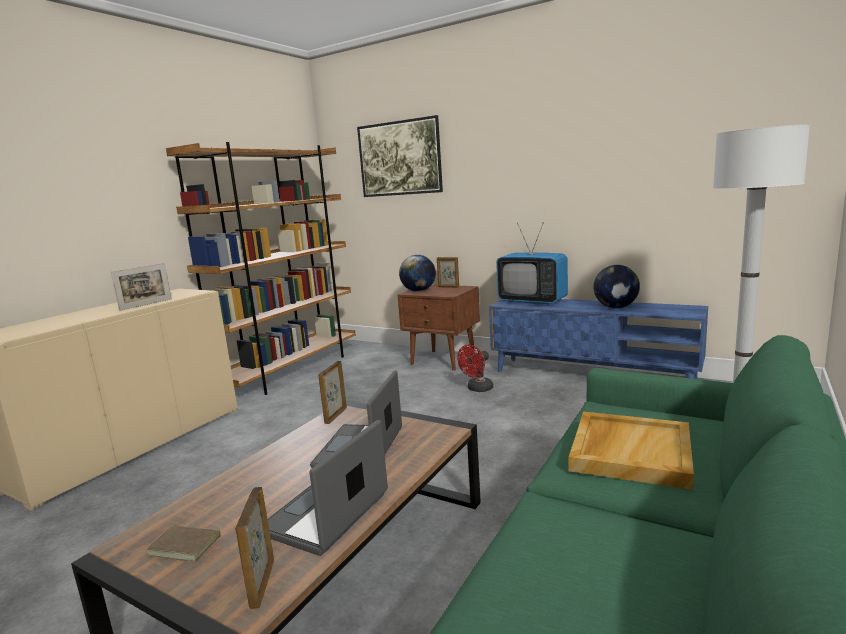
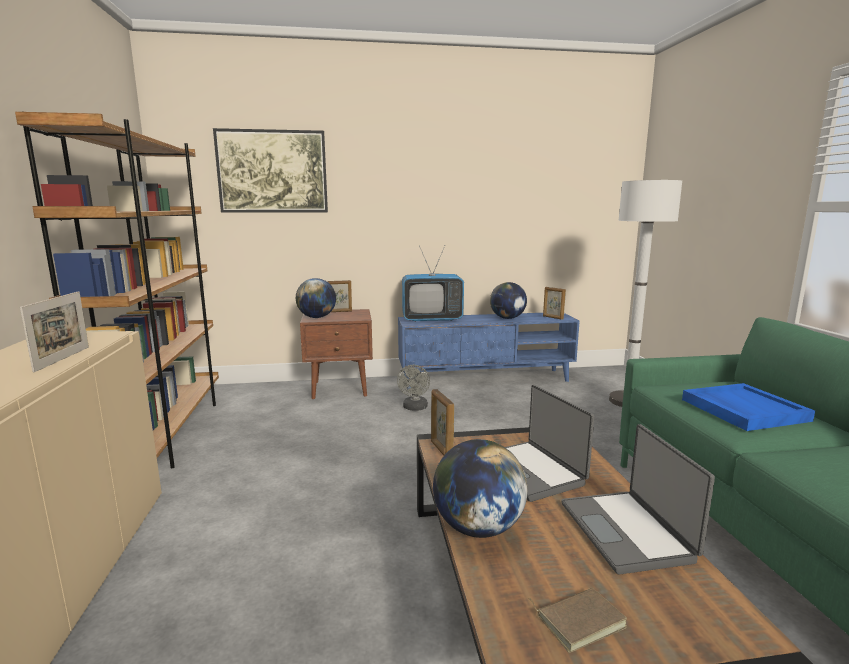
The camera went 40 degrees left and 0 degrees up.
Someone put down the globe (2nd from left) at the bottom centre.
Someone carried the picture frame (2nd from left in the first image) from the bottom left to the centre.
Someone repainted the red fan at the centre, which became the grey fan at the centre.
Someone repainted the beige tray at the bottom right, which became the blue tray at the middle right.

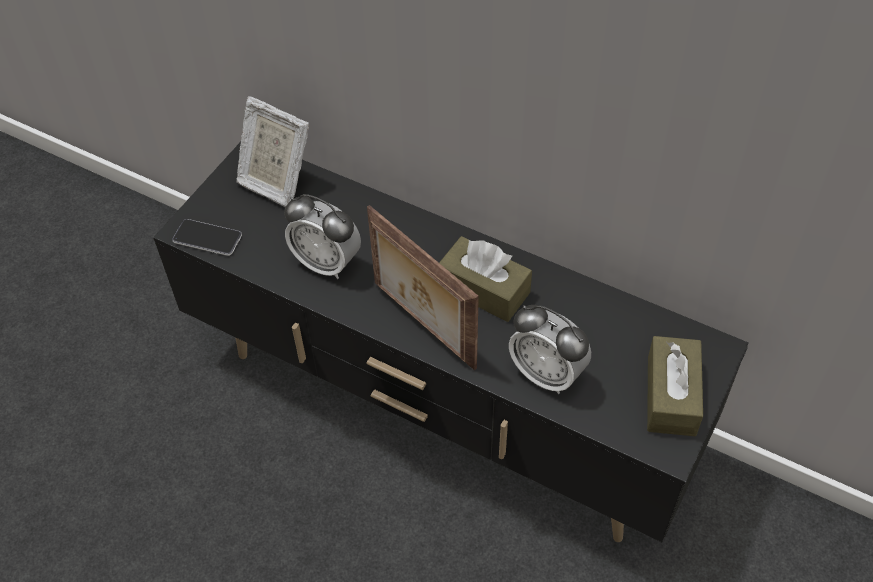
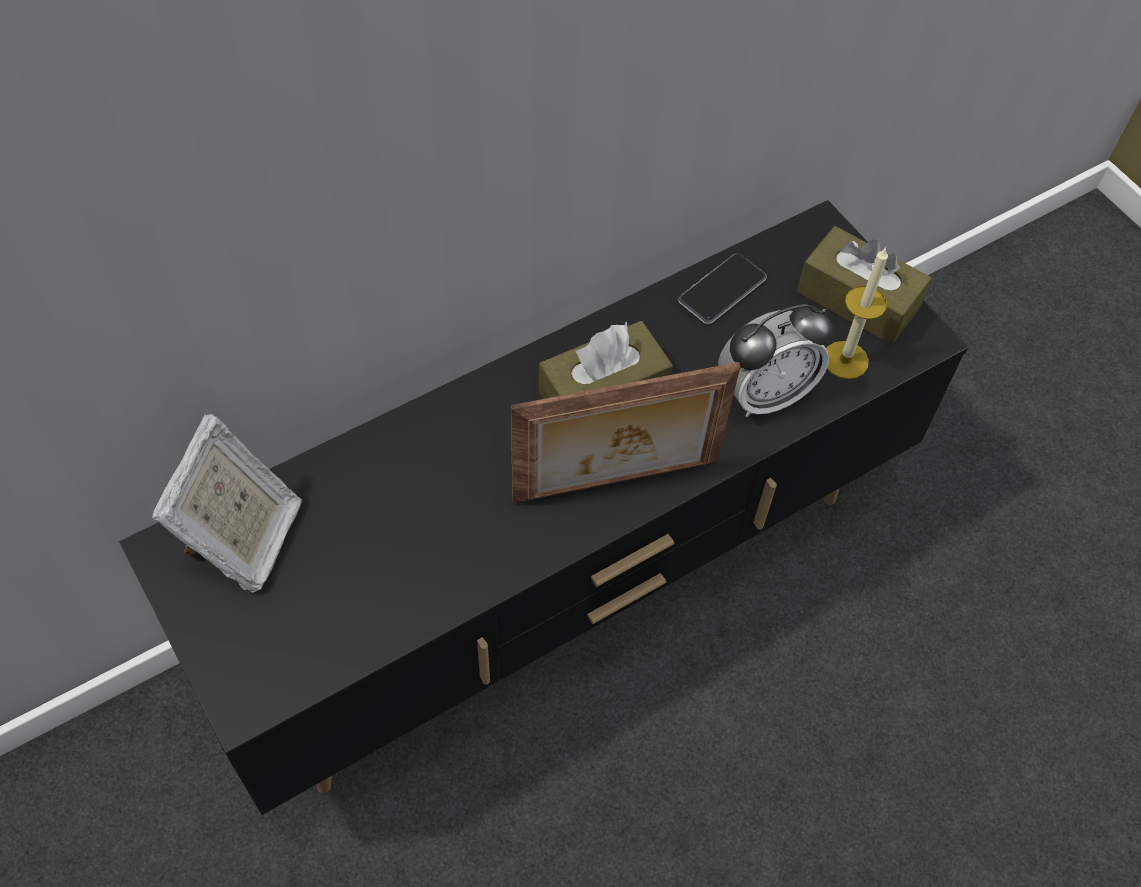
The camera went 65 degrees left and 5 degrees up.
Someone took away the alarm clock (1st from left) at the centre.
Someone put down the candle at the middle right.
Someone carried the phone from the middle left to the top centre.
Someone rotated the picture frame (1st from left) at the top left by 45 degrees counterclockwise.

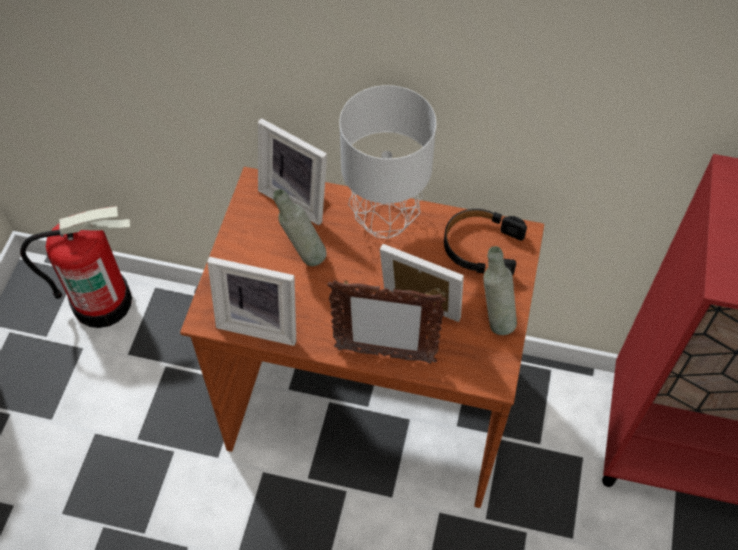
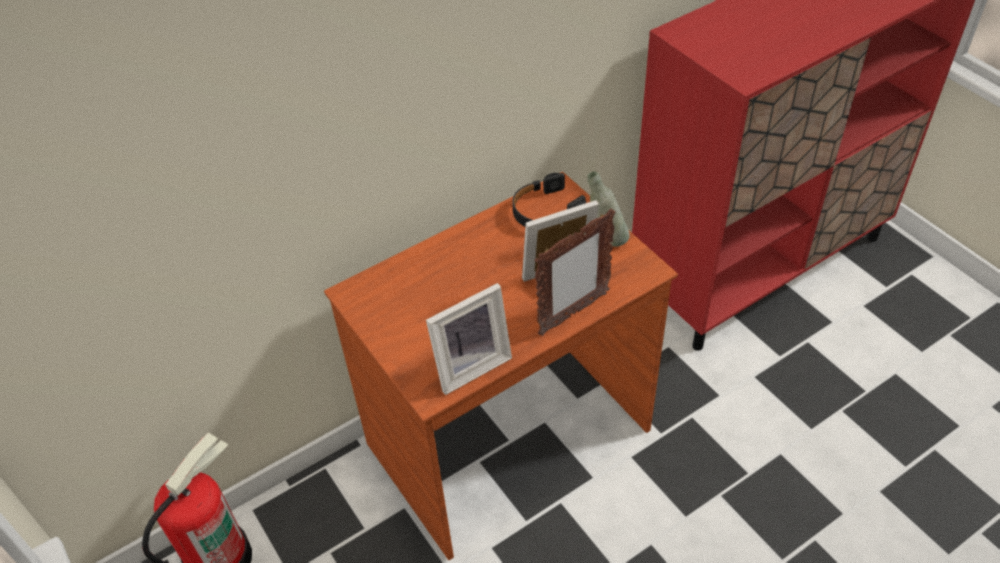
The camera went 45 degrees left and 10 degrees down.
Someone took away the picture frame (2nd from left) at the top centre.
Someone took away the grey bottle (1st from left) at the centre.
Someone took away the grey table lamp at the top centre.

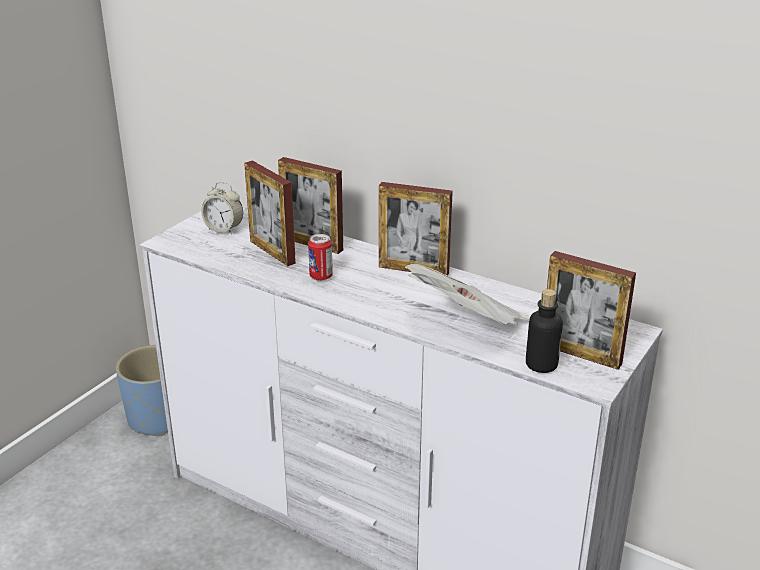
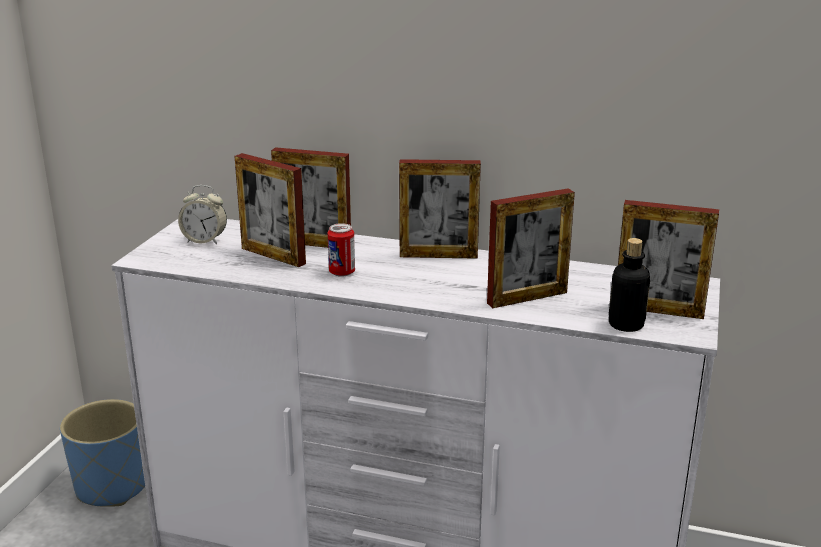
The camera went 15 degrees left and 5 degrees down.
Someone swapped the newspaper at the centre for the picture frame (4th from left) at the centre.

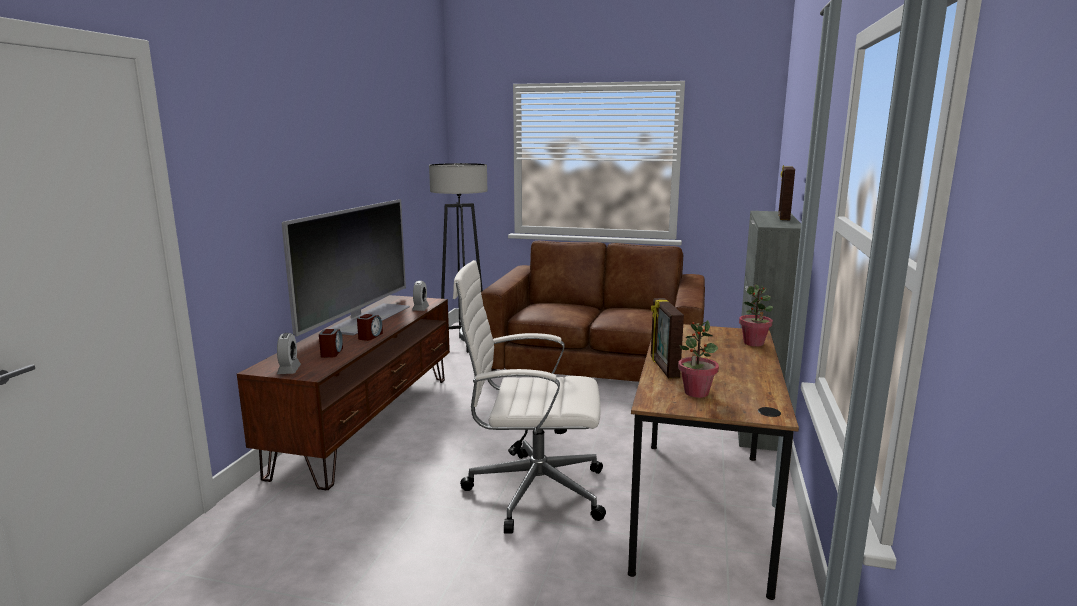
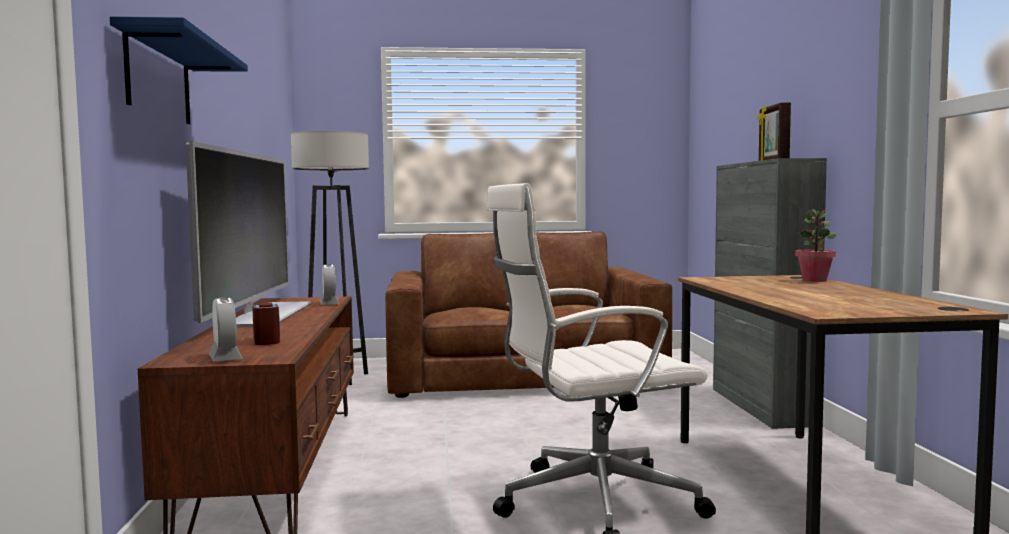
The camera went 20 degrees left and 10 degrees down.
Someone took away the alarm clock (3rd from left) at the centre.
Someone took away the picture frame (1st from left) at the centre.
Someone took away the potted plant (1st from left) at the centre.
Someone put up the blue shelf at the top left.

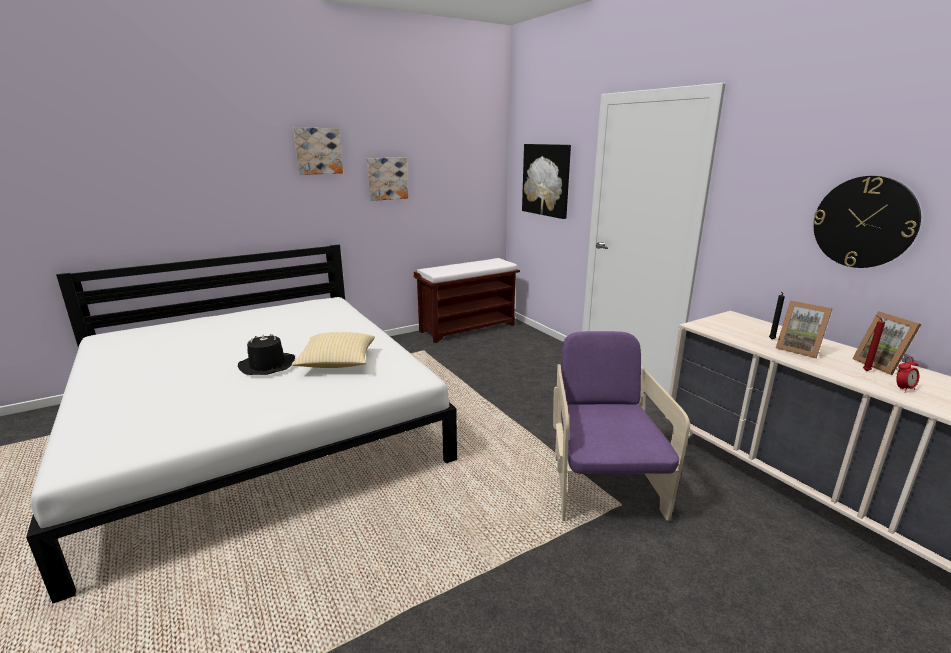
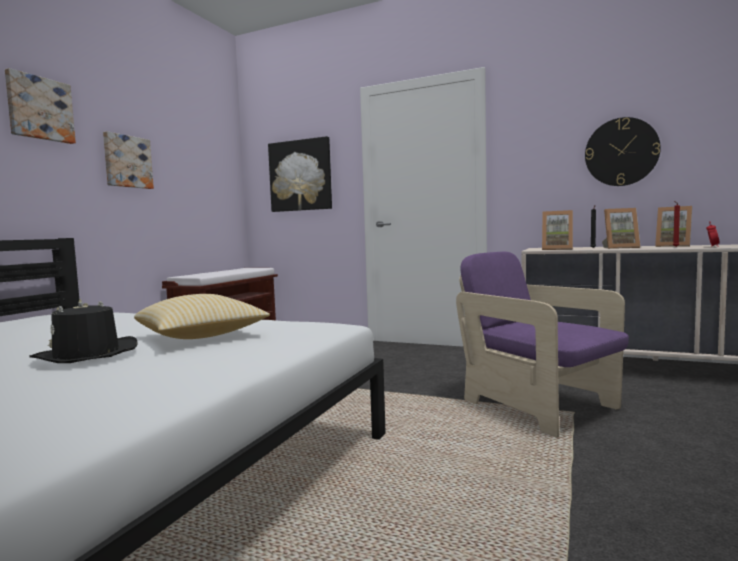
The camera went 35 degrees left and 15 degrees down.
Someone put down the picture frame (1st from left) at the middle right.

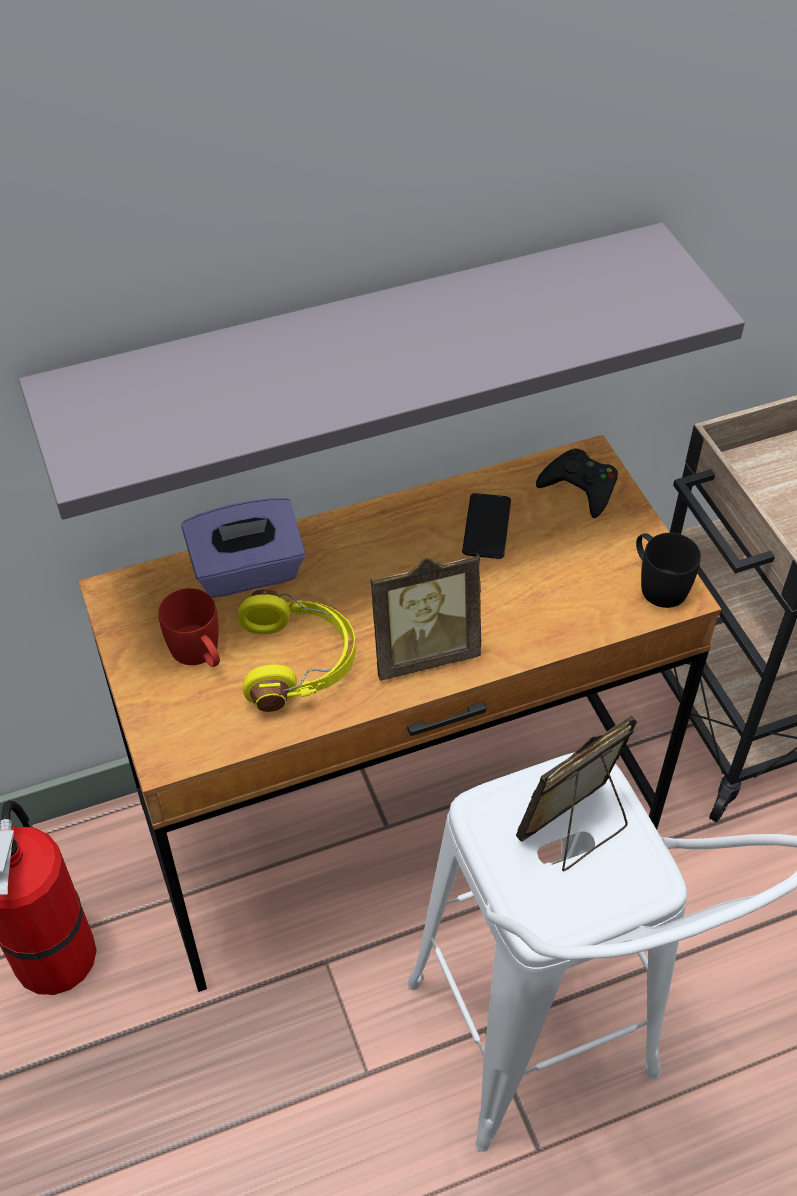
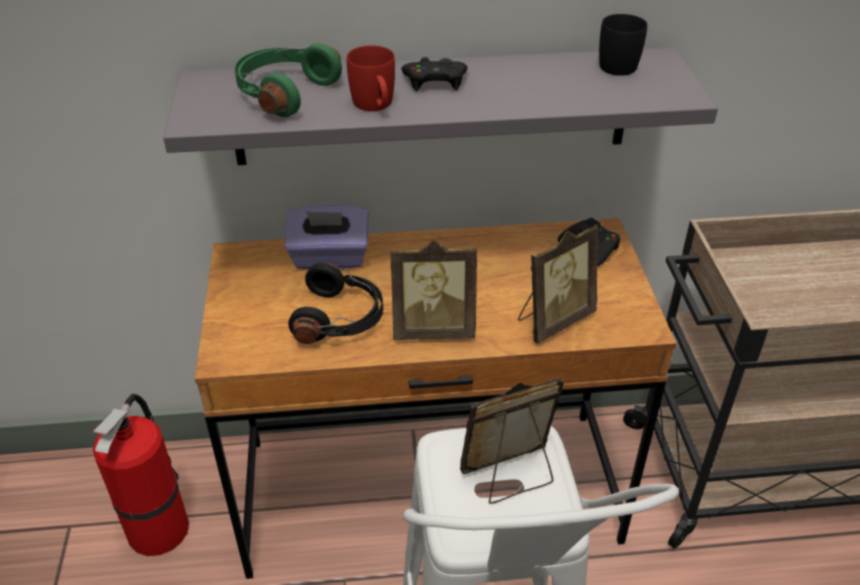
The camera went 15 degrees right and 10 degrees down.
Someone took away the phone at the centre.
Someone put down the green headphones at the top centre.
Someone put down the black game controller (1st from left) at the top centre.
Someone put down the picture frame (3rd from left) at the centre.
Someone carried the red mug from the middle left to the top centre.
Someone carried the black mug from the middle right to the top right.
Someone repainted the yellow headphones at the centre, which became the black headphones at the centre.

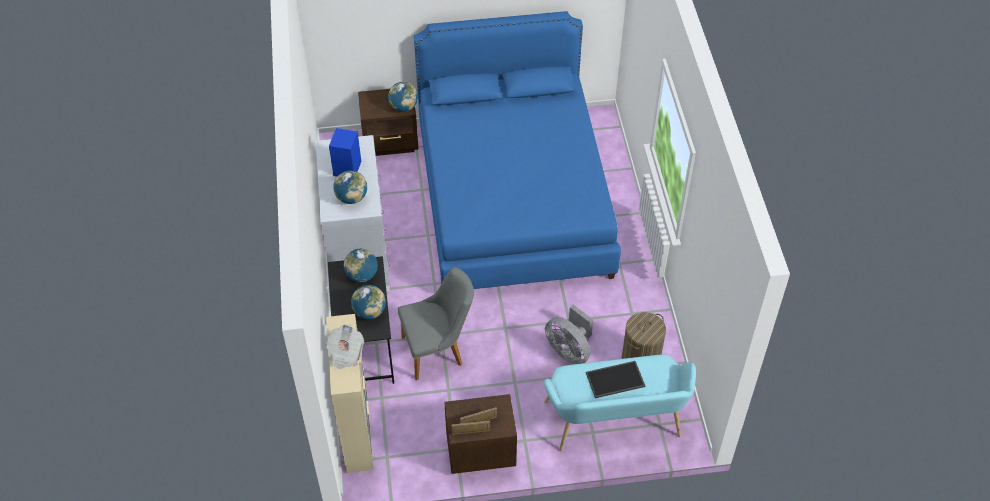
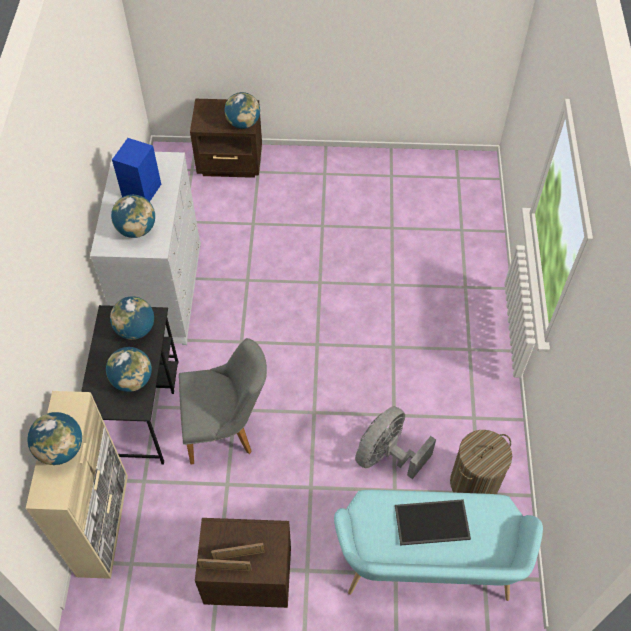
The camera went 10 degrees right and 5 degrees up.
Someone took away the blue bed at the top centre.
Someone swapped the newspaper at the bottom centre for the globe (1st from left) at the bottom left.
Someone rotated the grey fan at the bottom centre by 75 degrees clockwise.

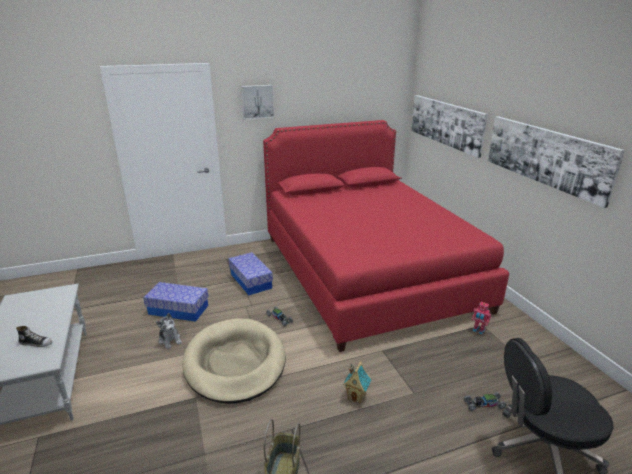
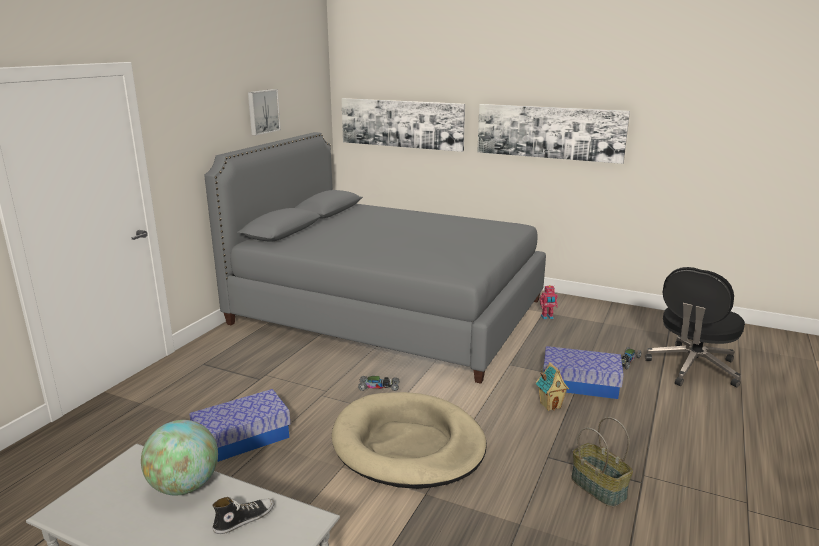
The camera went 45 degrees left and 5 degrees down.
Someone took away the plush toy at the bottom left.
Someone put down the globe at the bottom left.
Someone carried the storage box (2nd from left) from the centre to the bottom right.
Someone carried the picture (1st from left) from the top centre to the top left.
Someone repainted the red bed at the centre, which became the grey bed at the centre.

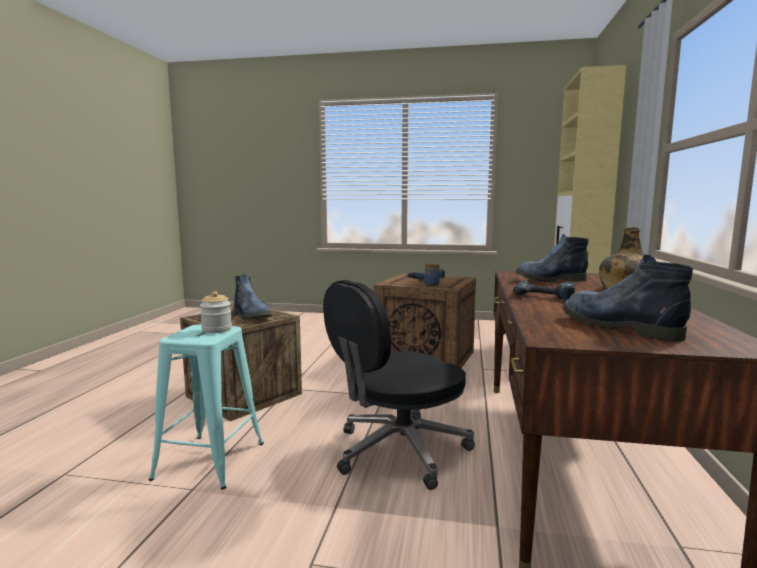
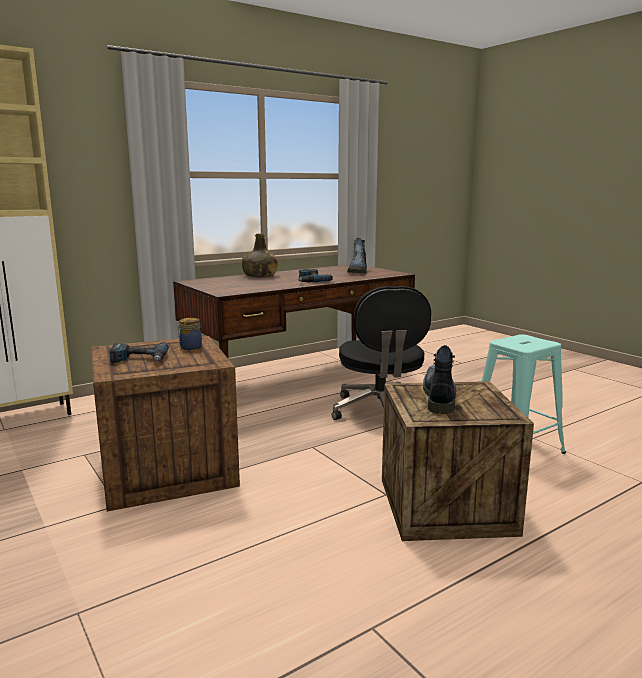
The camera went 135 degrees left and 5 degrees up.
Someone took away the jar (1st from left) at the middle left.
Someone took away the boot (2nd from left) at the middle right.
Someone rotated the black office chair at the bottom centre by 75 degrees clockwise.

